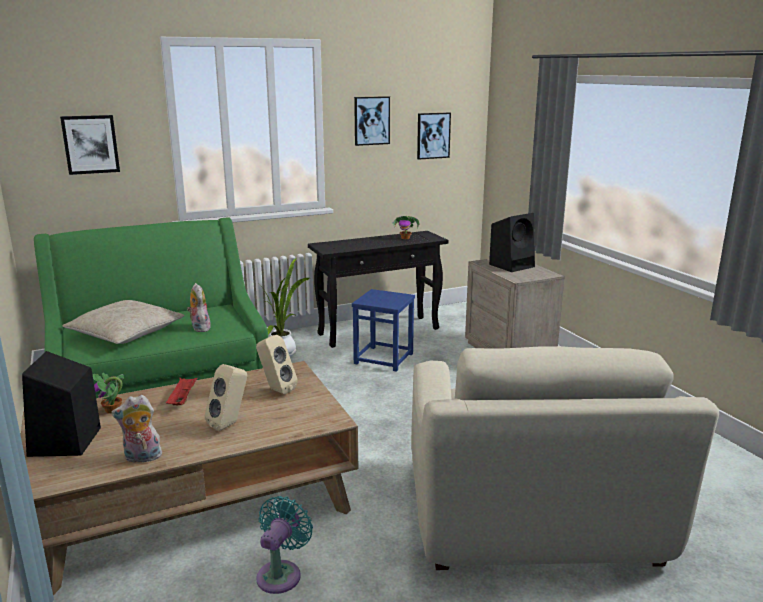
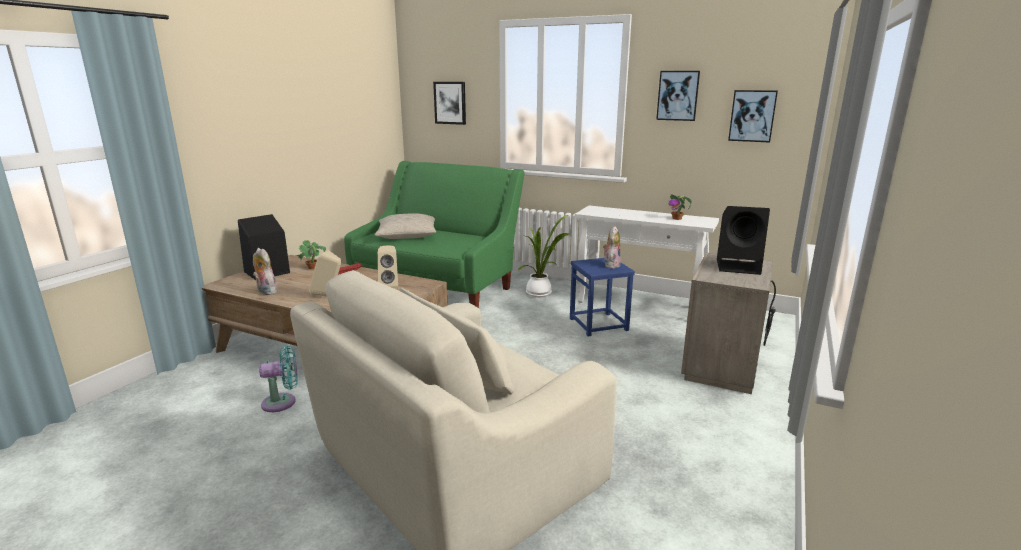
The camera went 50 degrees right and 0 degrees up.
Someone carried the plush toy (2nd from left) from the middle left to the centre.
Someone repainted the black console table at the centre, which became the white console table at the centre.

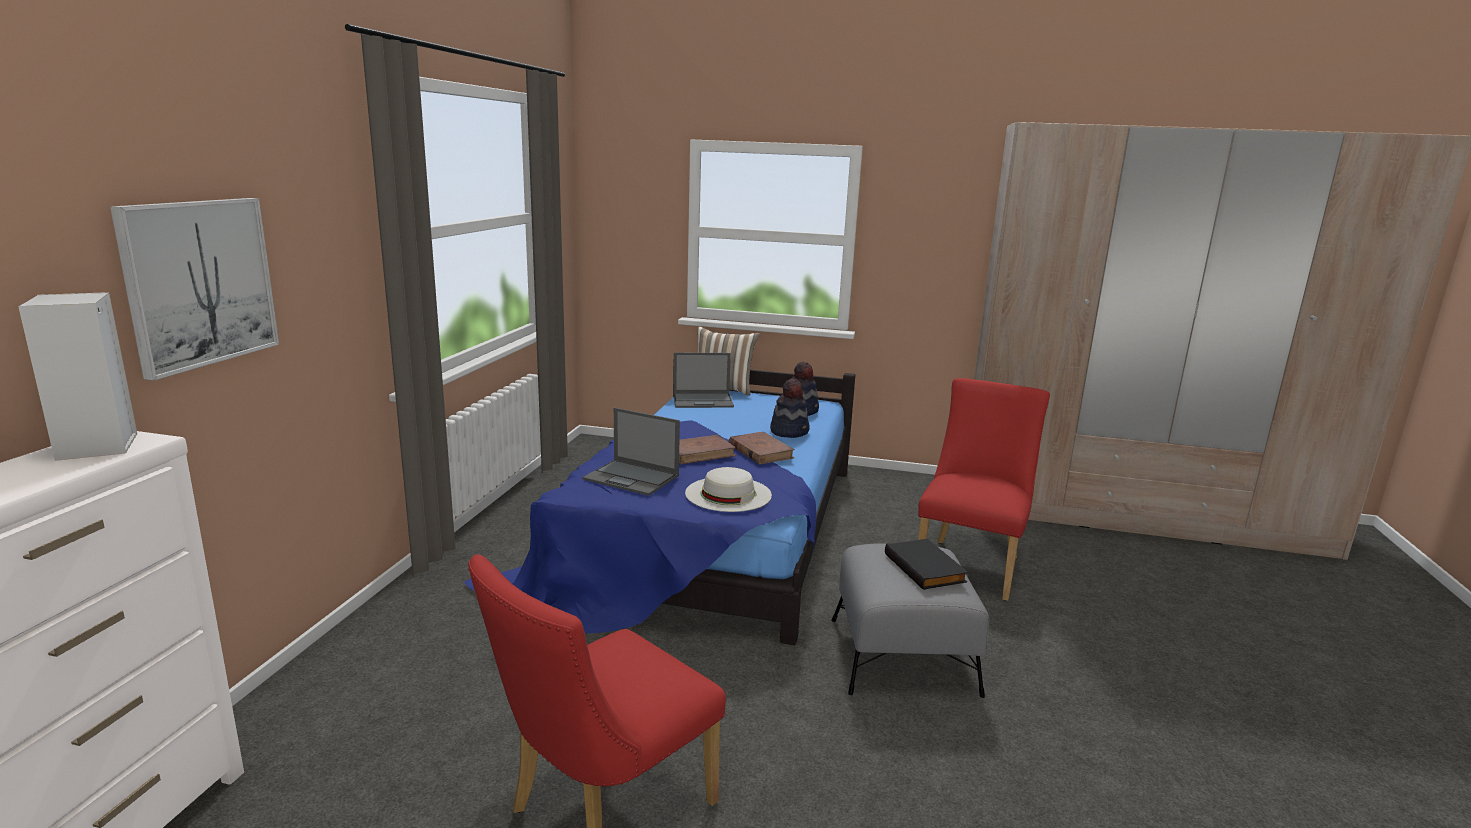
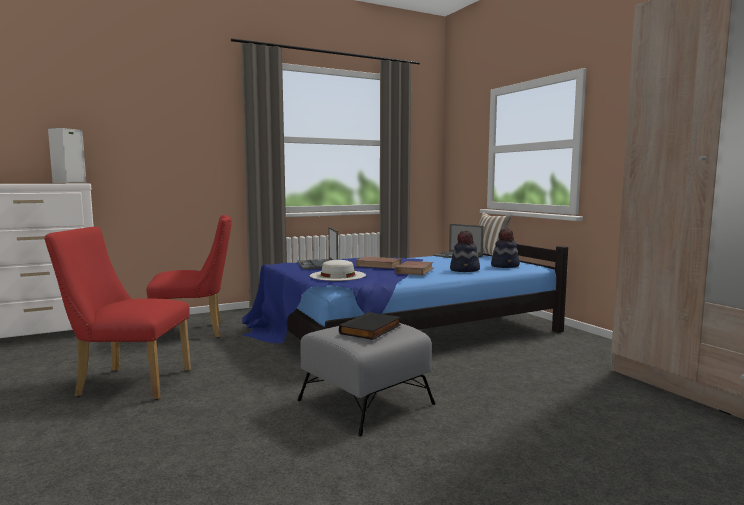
The camera went 50 degrees right and 10 degrees down.
Someone took away the picture at the middle left.
Someone carried the red chair (2nd from left) from the middle right to the middle left.

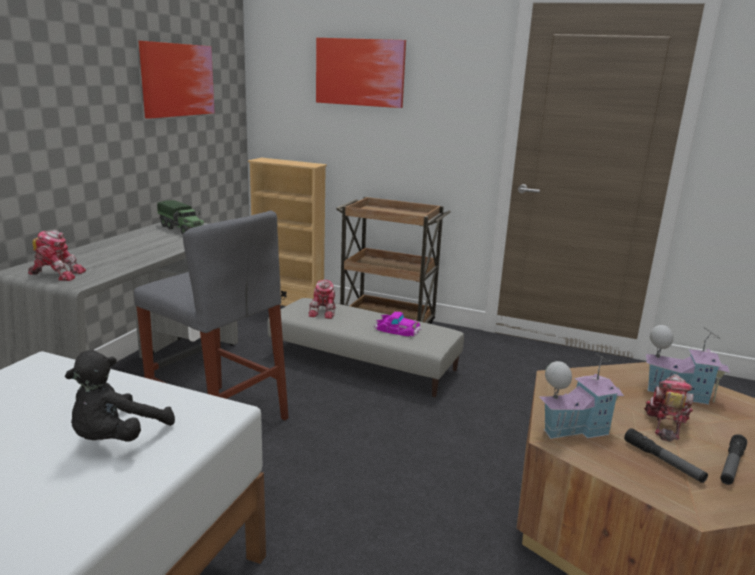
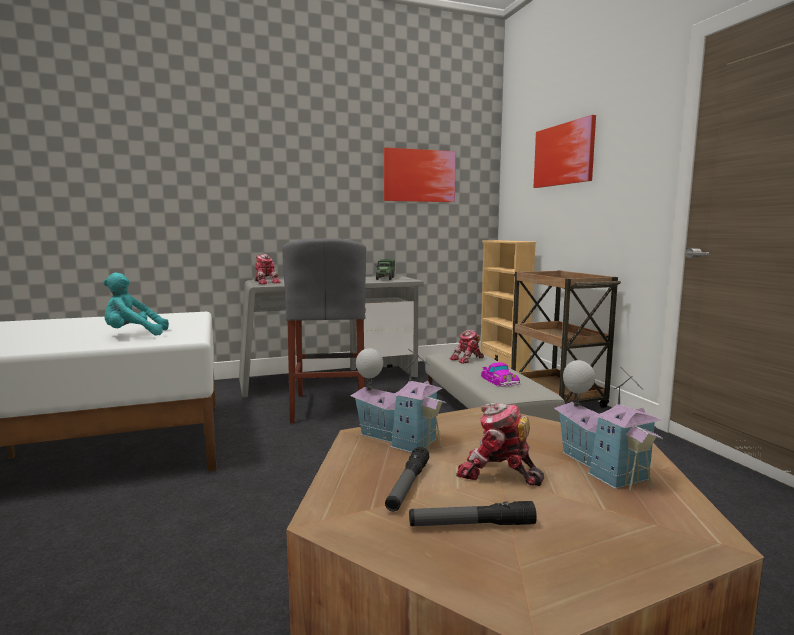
The camera went 50 degrees right and 10 degrees down.
Someone repainted the black plush toy at the bottom left, which became the turquoise plush toy at the middle left.
Someone rotated the toy robot (3rd from left) at the bottom right by 135 degrees counterclockwise.

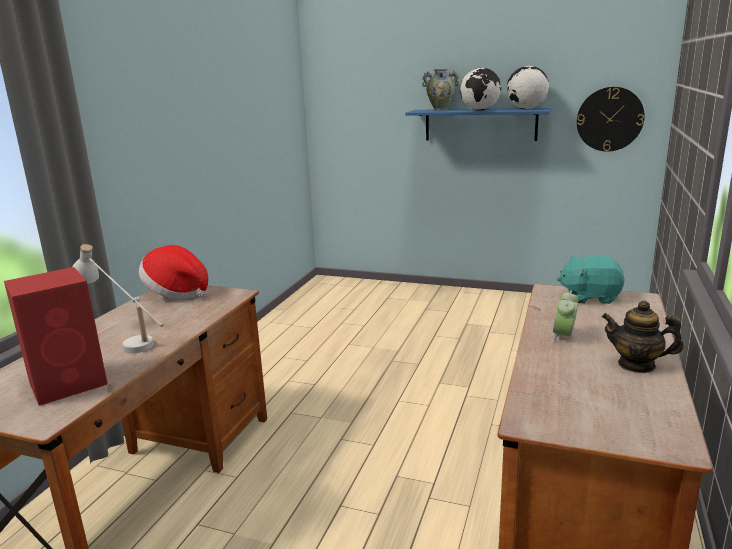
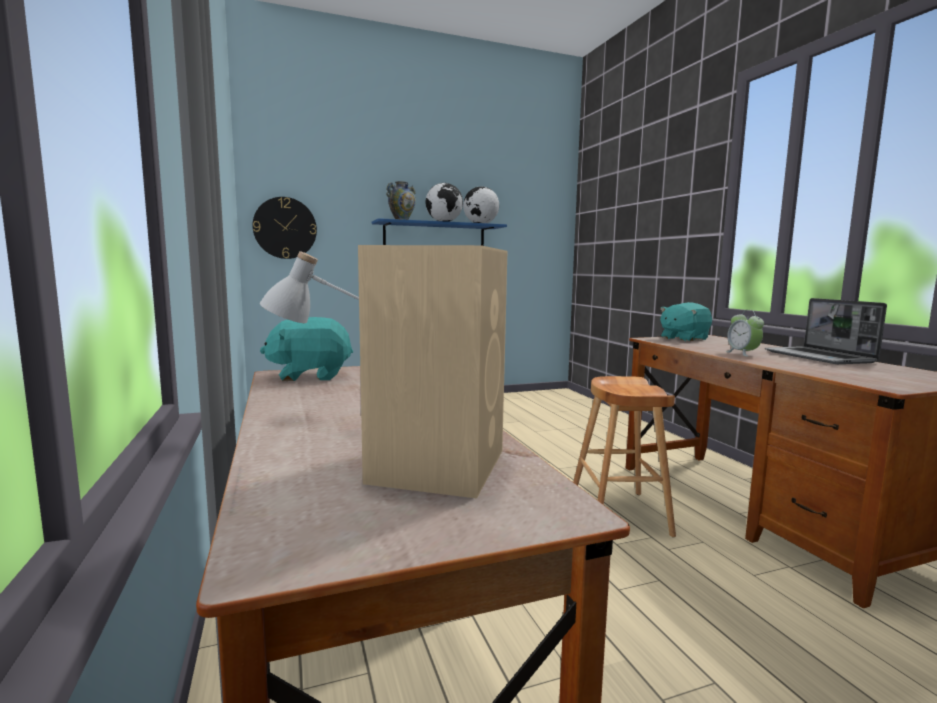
The camera went 40 degrees left and 10 degrees down.
Someone put down the brown stool at the centre.
Someone carried the wall clock from the top right to the top left.
Someone swapped the hat at the middle left for the turquoise plush toy (1st from left) at the middle left.
Someone swapped the teapot at the middle right for the laptop at the middle right.
Someone repainted the red speaker at the middle left, which became the beige speaker at the centre.

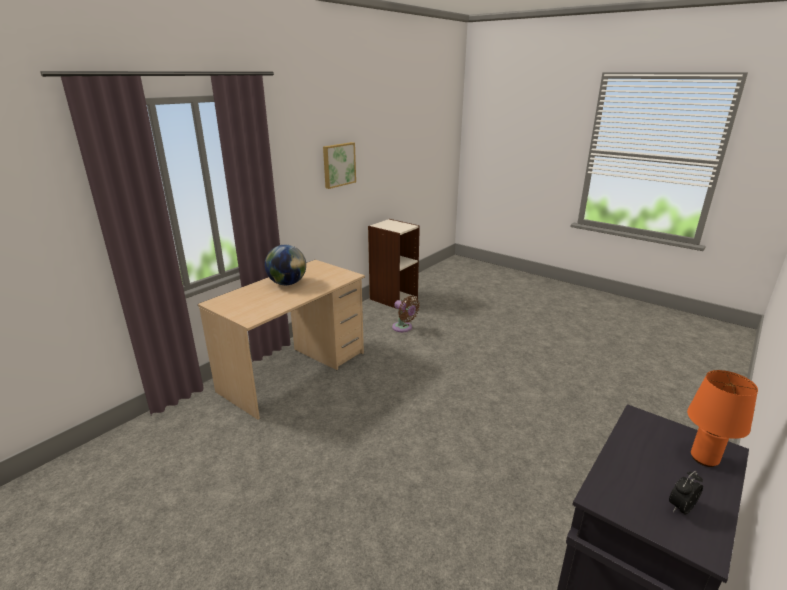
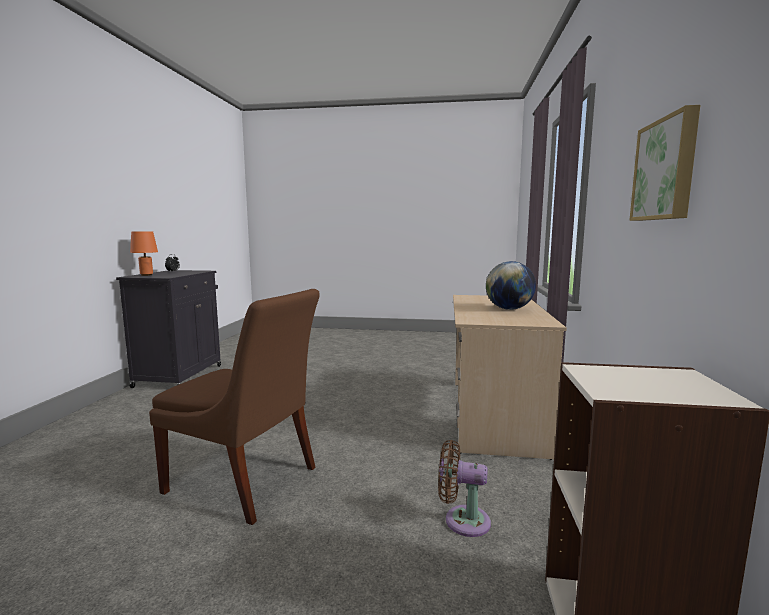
The camera went 150 degrees right and 15 degrees down.
Someone put down the brown chair at the middle left.

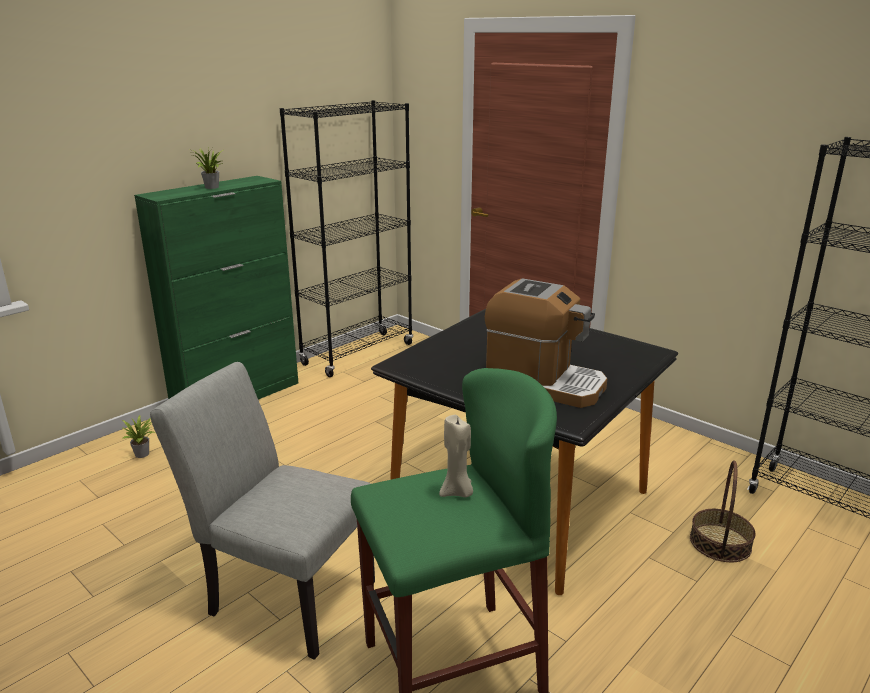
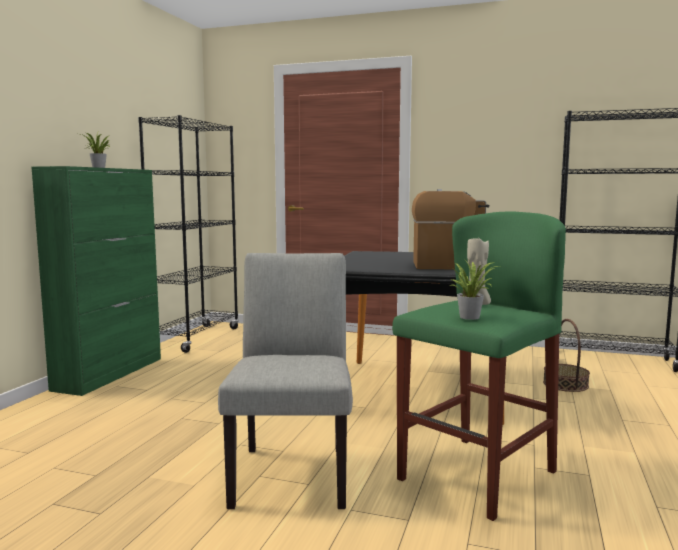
The camera went 25 degrees left and 15 degrees down.
Someone carried the potted plant (1st from left in the first image) from the middle left to the middle right.
Someone rotated the grey chair at the bottom left by 90 degrees clockwise.

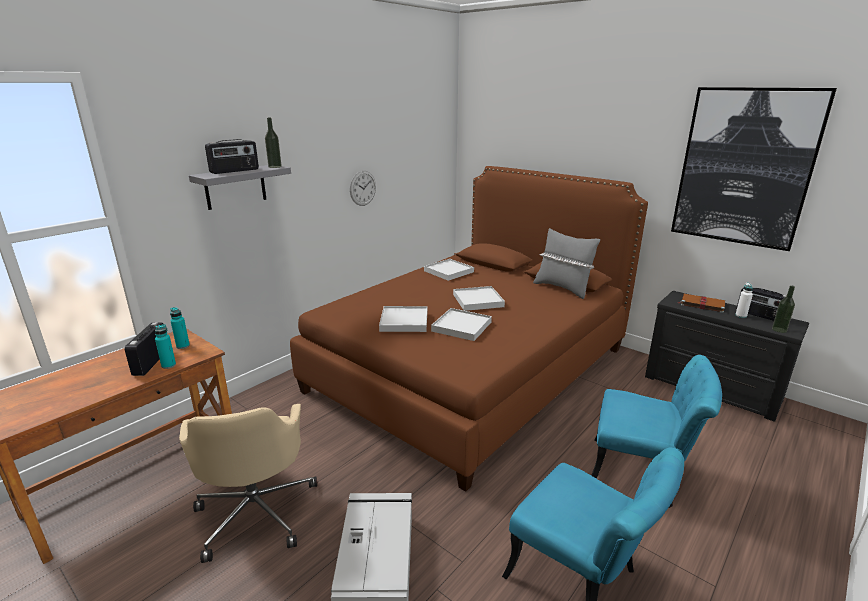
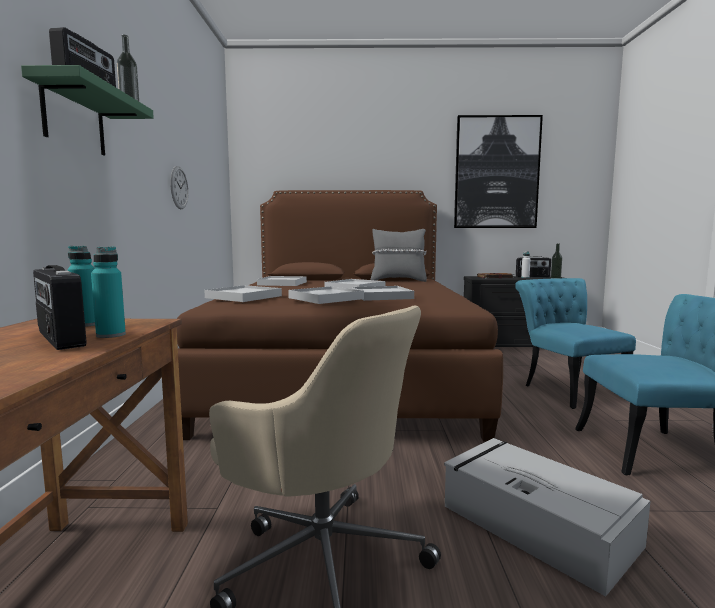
The camera went 40 degrees left and 15 degrees down.
Someone put down the white tray (1st from left) at the centre.
Someone repainted the grey shelf at the top left, which became the green shelf at the top left.
Someone rotated the turquoise chair (2nd from left in the first image) at the bottom right by 90 degrees counterclockwise.

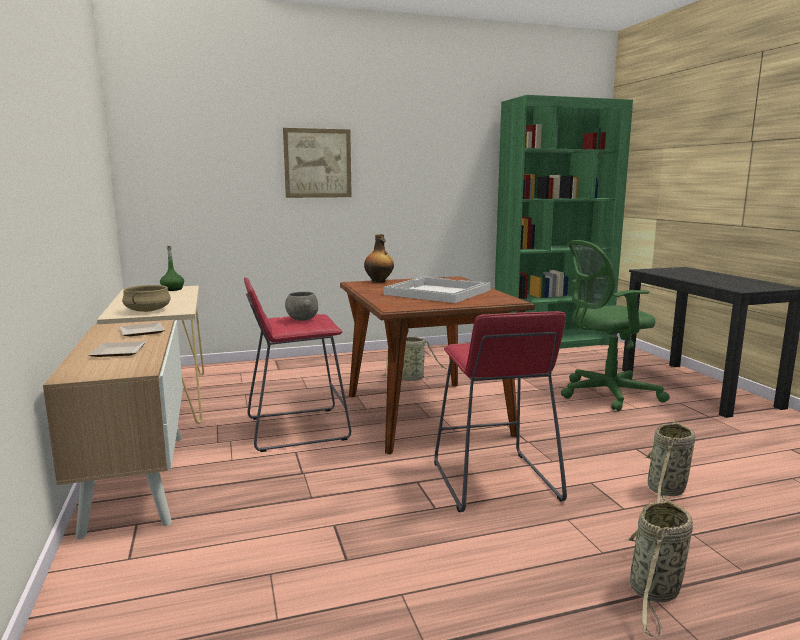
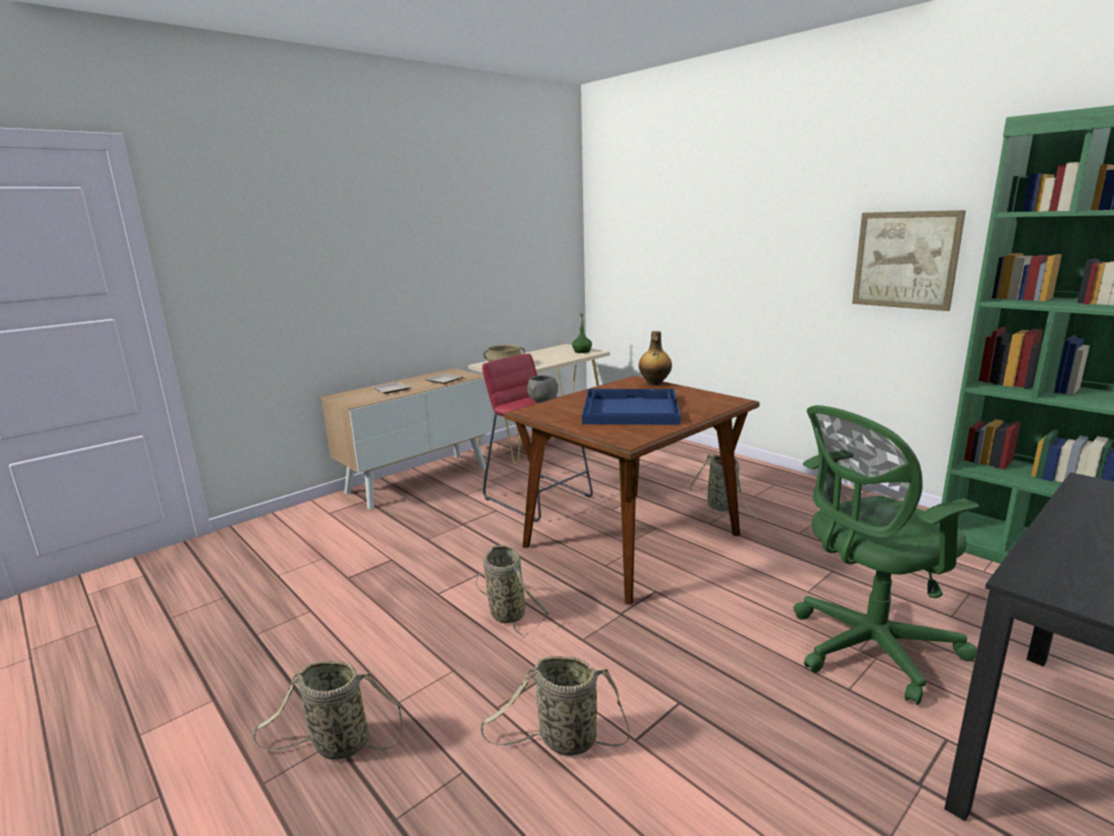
The camera went 65 degrees right and 5 degrees up.
Someone carried the picture from the top centre to the top right.
Someone swapped the red stool (2nd from left) at the centre for the basket (2nd from left) at the bottom centre.
Someone repainted the white tray at the centre, which became the blue tray at the centre.
Someone rotated the green office chair at the middle right by 75 degrees counterclockwise.

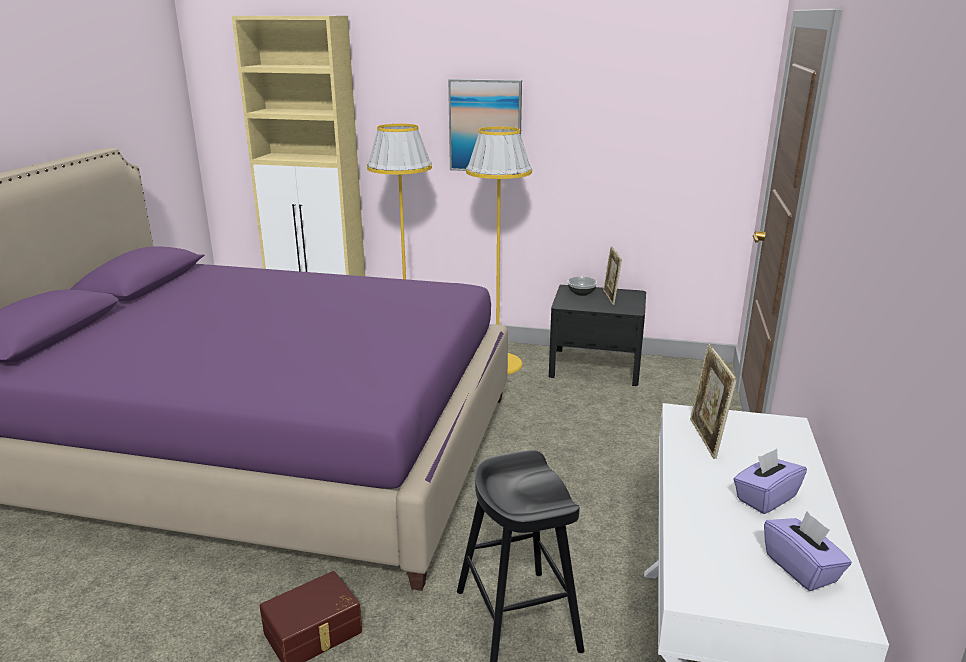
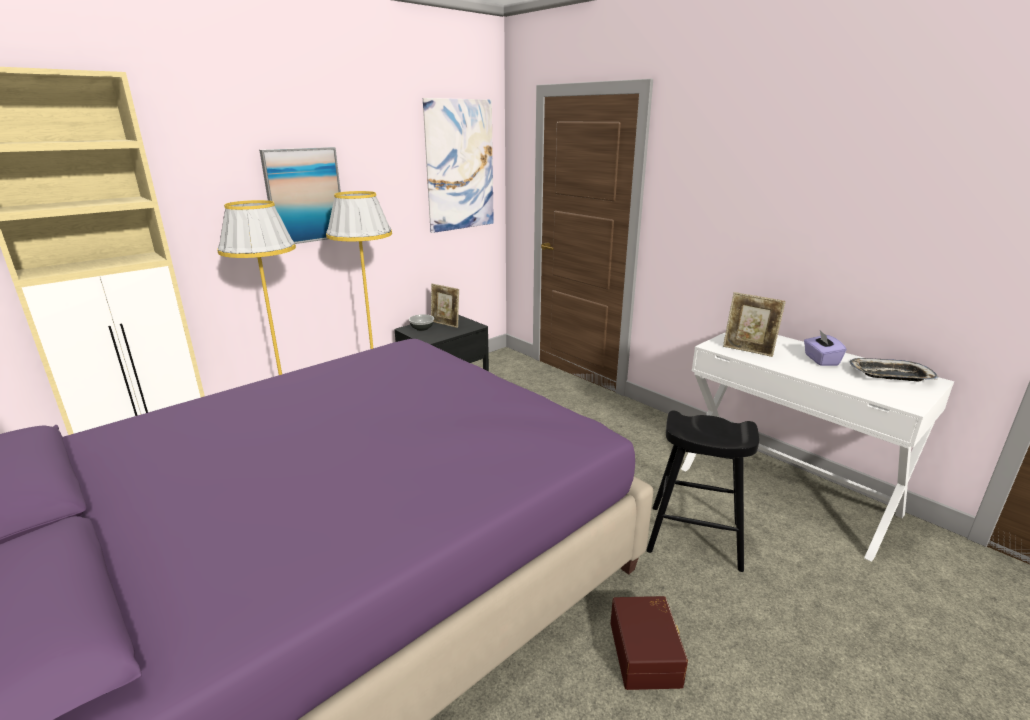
The camera went 55 degrees left and 0 degrees up.
Someone put up the picture (2nd from left) at the top centre.
Someone swapped the purple tissue box (2nd from left) at the bottom right for the tray at the middle right.

